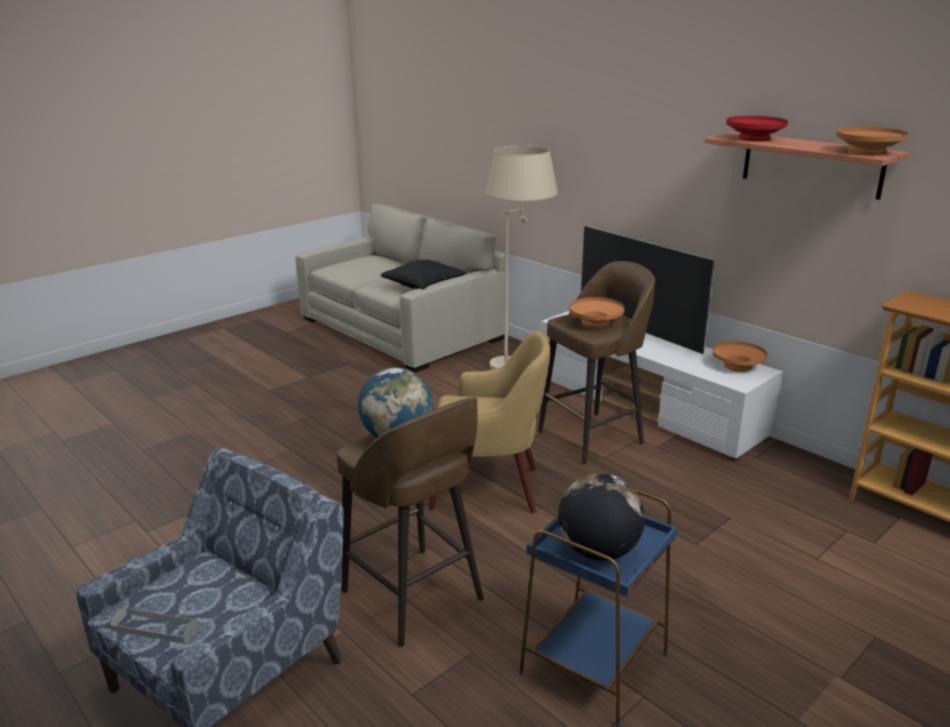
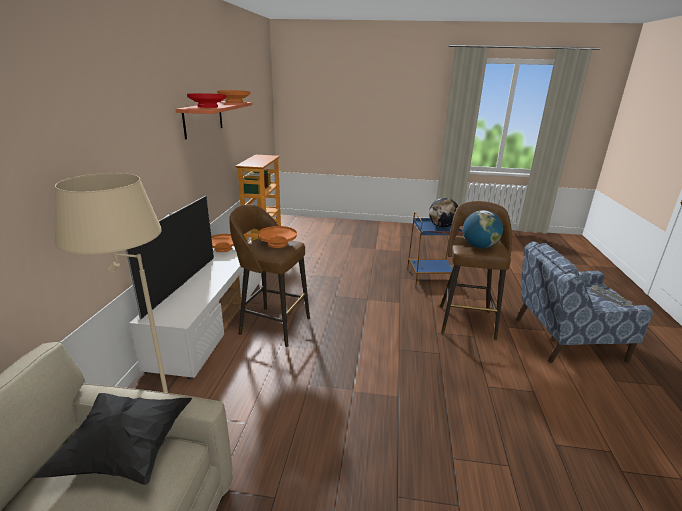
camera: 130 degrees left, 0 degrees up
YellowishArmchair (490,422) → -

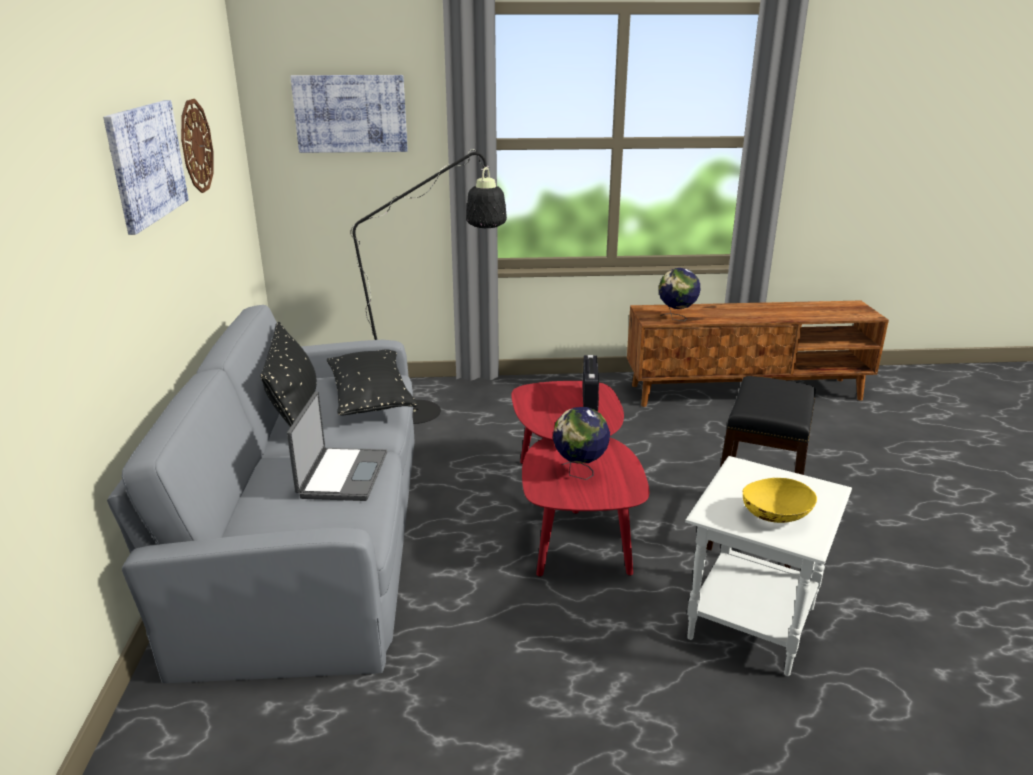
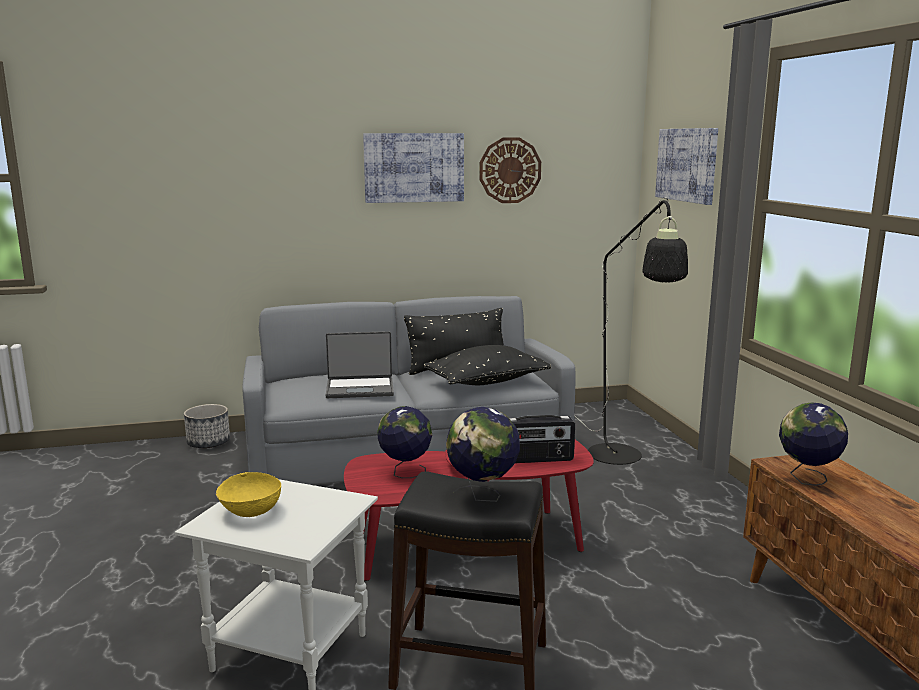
camera: 80 degrees right, 10 degrees down
- → PlantPot (207,426)
- → DeskGlobe (483,454)

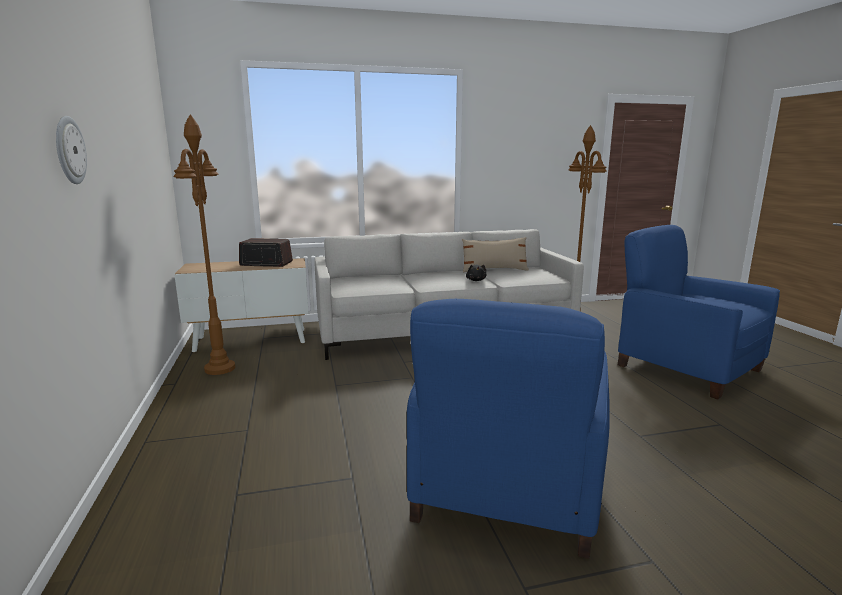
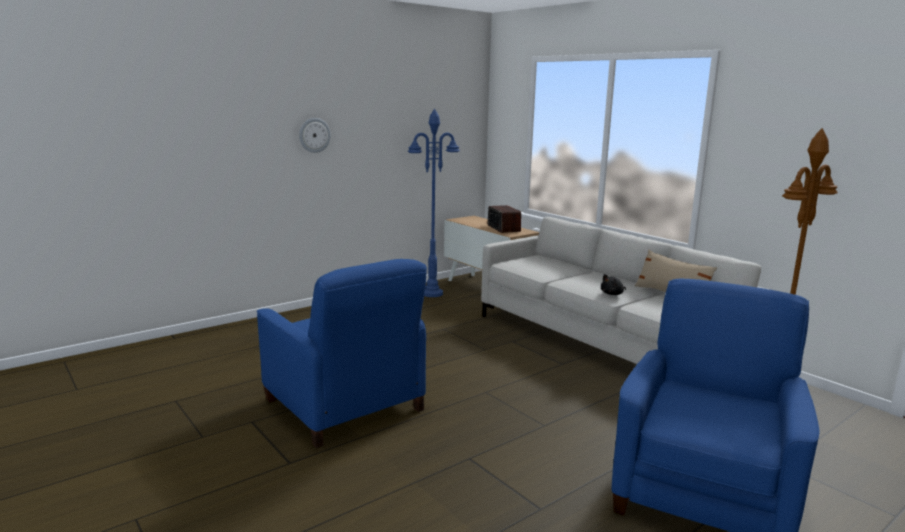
camera: 65 degrees right, 0 degrees up
BrownColouredStandingLamp (204,244) → BlueStandingLamp (434,203)
BlueArmchair (508,429) → BlueArmchair (342,353), 120 degrees counterclockwise

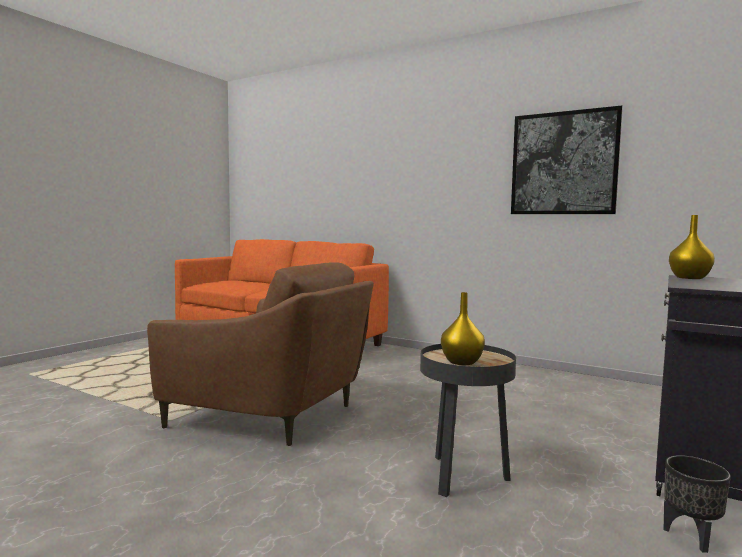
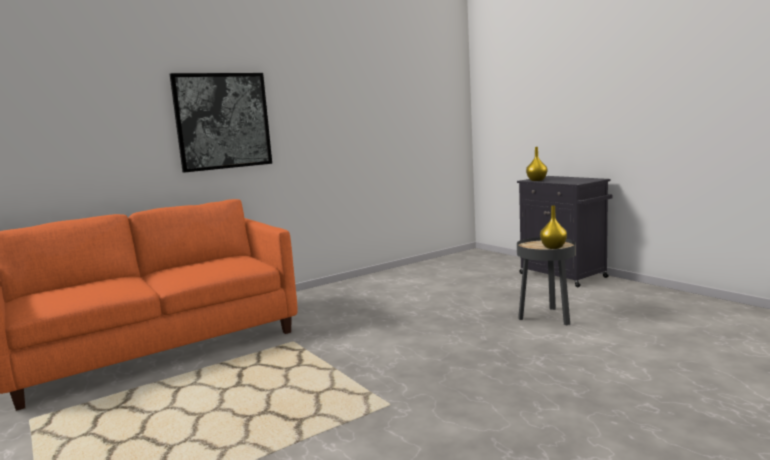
camera: 65 degrees left, 5 degrees up
BrownColouredArmchair (260,354) → -
Picture (567,159) → Picture (221,123), shifted
BlackColouredPlantPot (697,504) → -

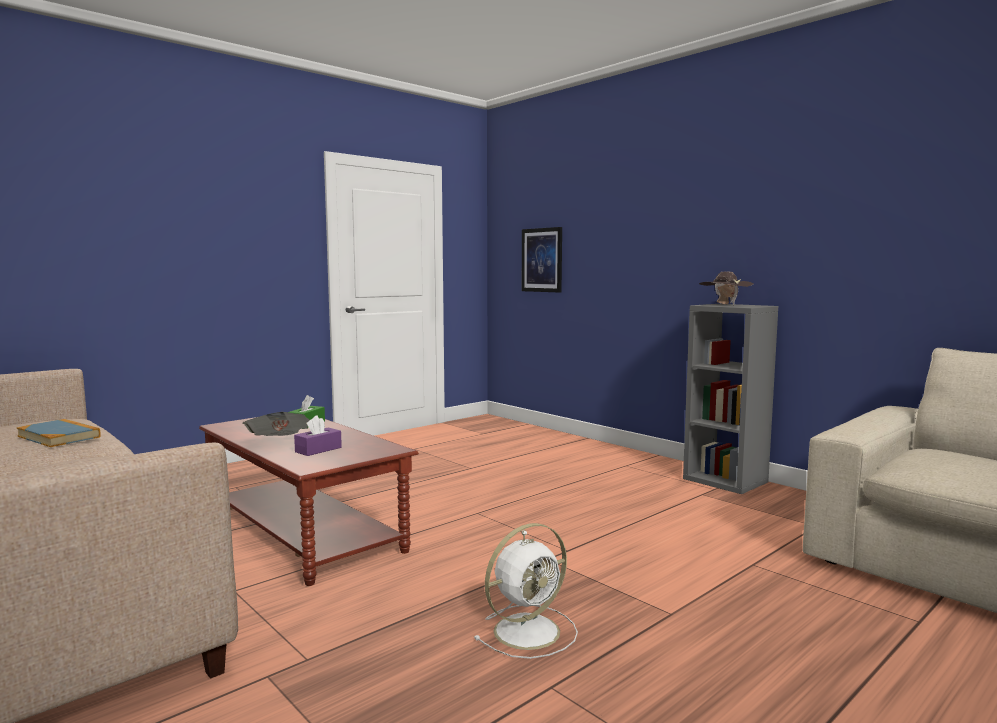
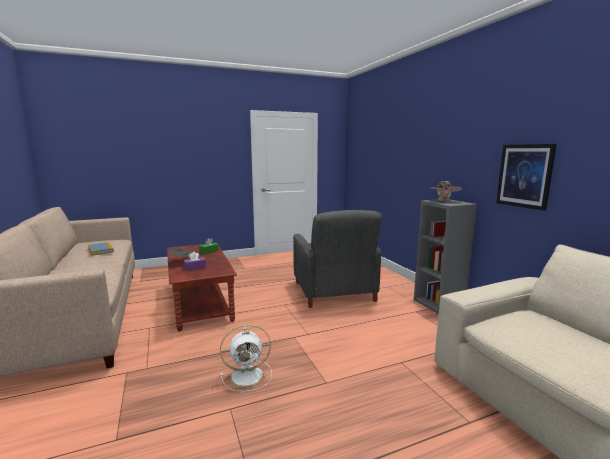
camera: 20 degrees right, 5 degrees up
Picture (542,260) → Picture (526,177), shifted
- → GrayArmchair (337,259)

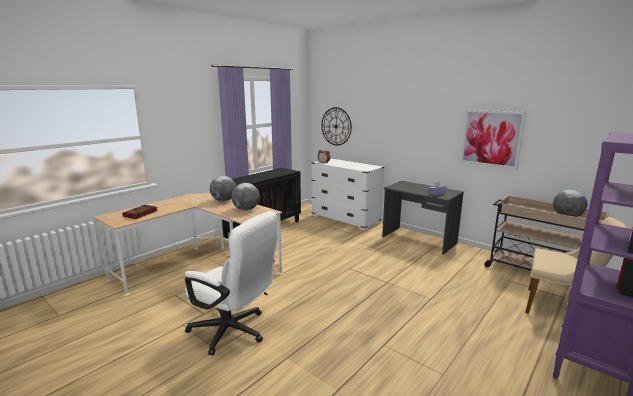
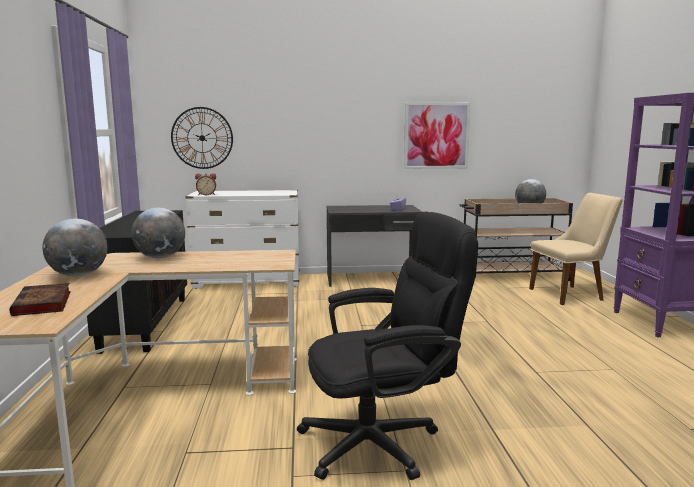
camera: 45 degrees left, 5 degrees down
WhitishOfficeChair (231,283) → BlackColouredOfficeChair (387,345)
DeskGlobe (245,197) → DeskGlobe (75,248), shifted

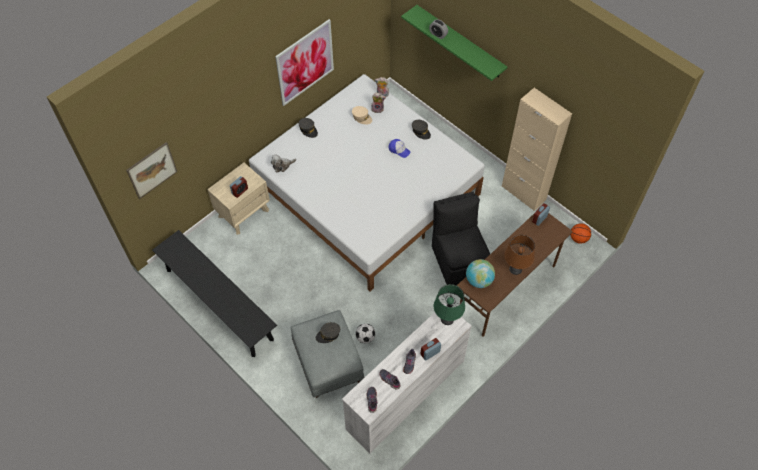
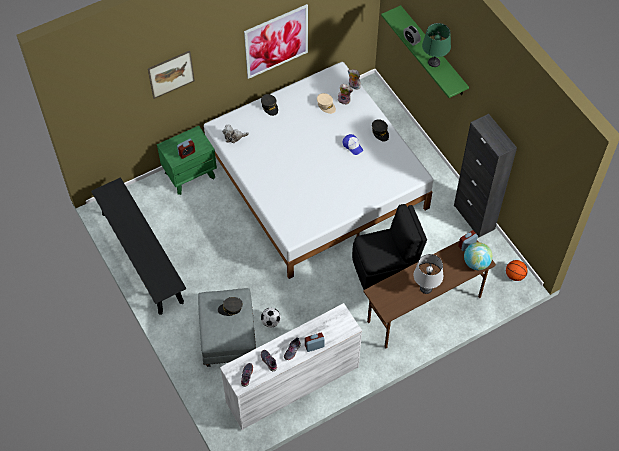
camera: 15 degrees right, 0 degrees up
Picture (151,170) → Picture (171,75), shifted
BeigeBedsideTable (238,199) → GreenBedsideTable (187,160)
BlackColouredUprightChair (461,239) → BlackColouredUprightChair (389,247), 75 degrees clockwise
GreenTabletopLamp (449,304) → GreenTabletopLamp (436,45), shifted
DeskGlobe (480,273) → DeskGlobe (478,256), shifted
BeigeCabinet (537,149) → BlackColouredCabinet (485,176)
BrownColouredTabletopLamp (519,254) → GrayTabletopLamp (428,274)

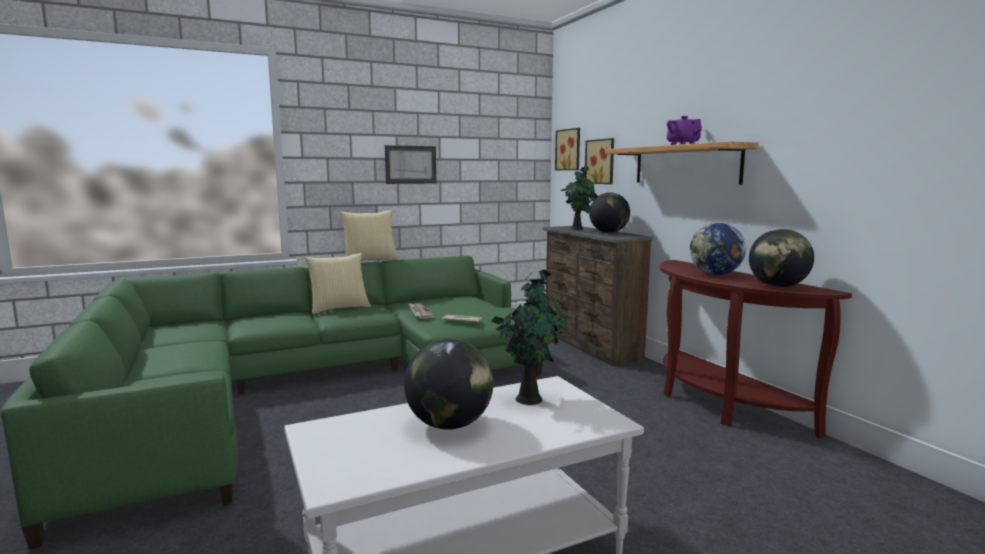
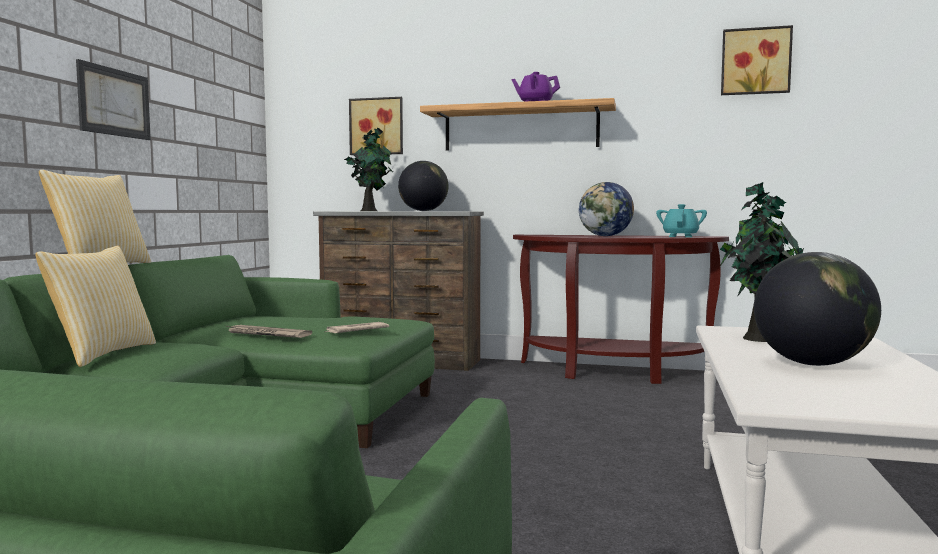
camera: 50 degrees left, 5 degrees down
Picture (567,149) → Picture (757,60), shifted
DeskGlobe (781,258) → TurquoiseTeaPot (681,220)

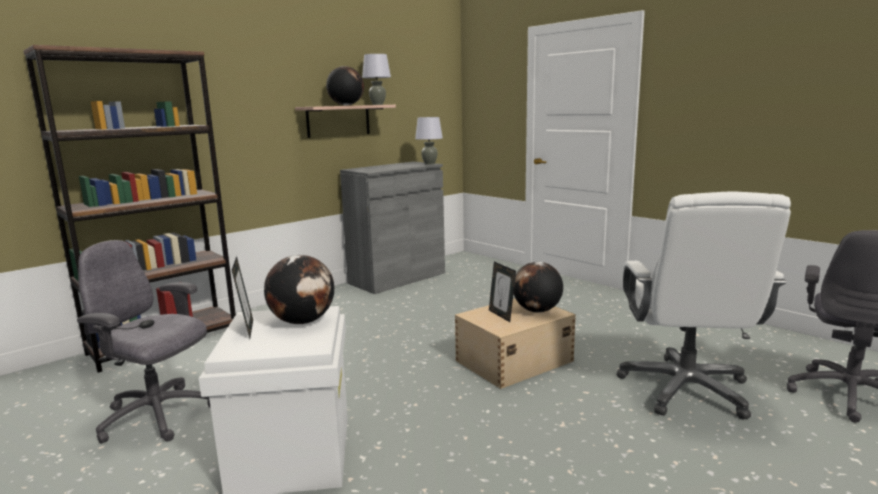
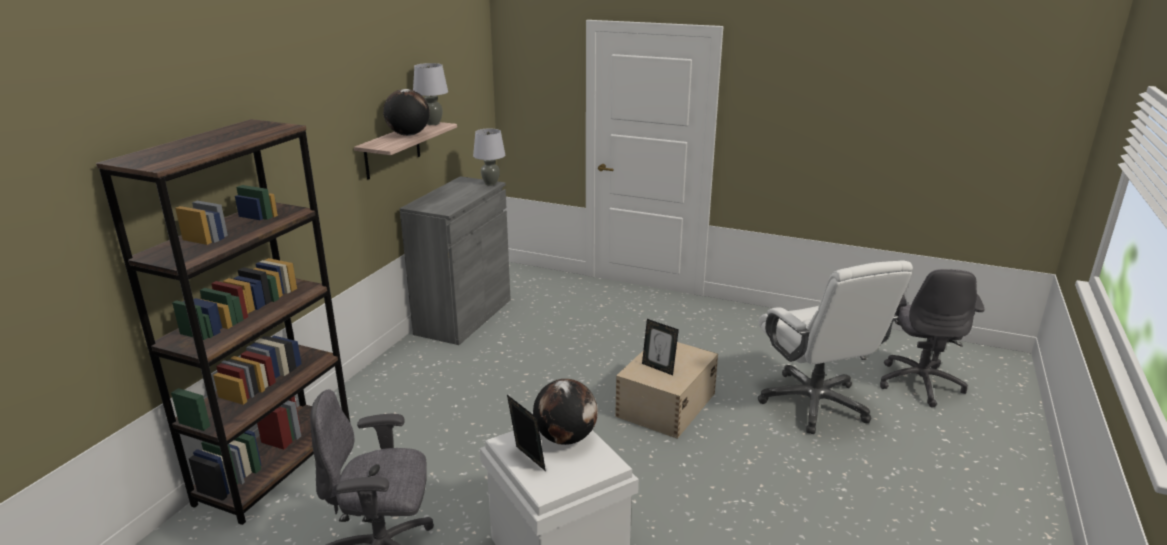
camera: 25 degrees left, 10 degrees up
DeskGlobe (538,287) → -

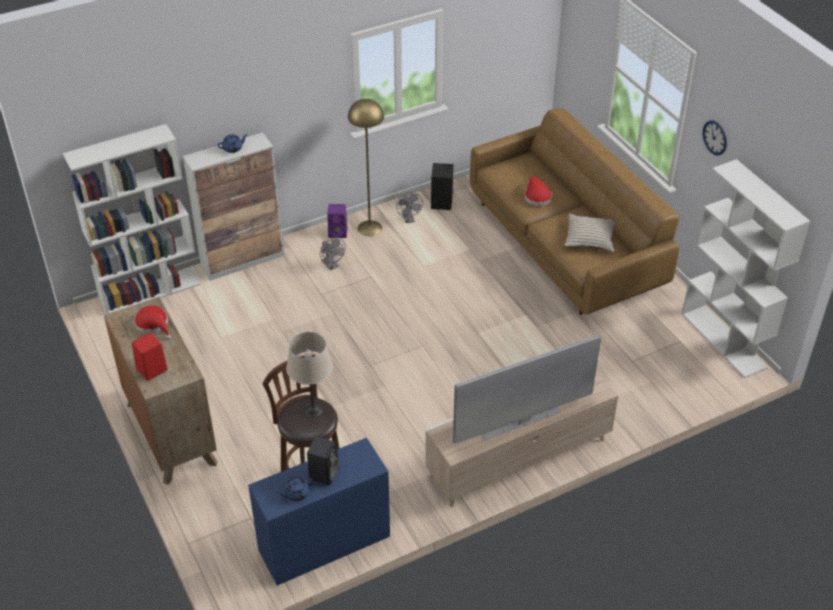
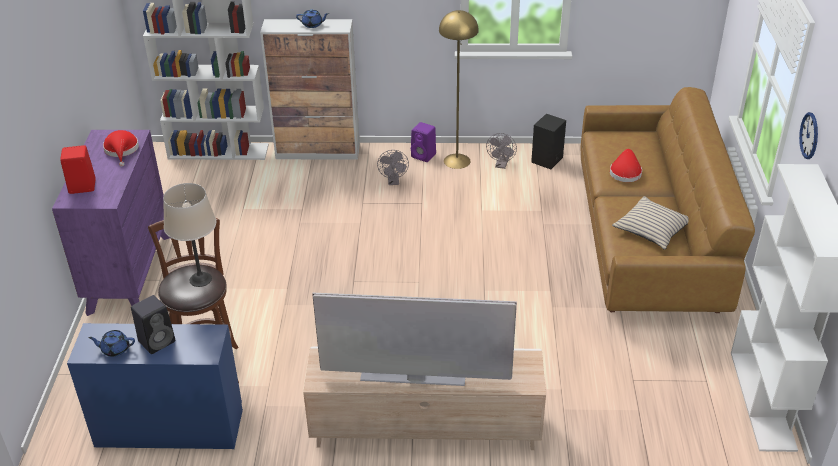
camera: 30 degrees right, 5 degrees down
BrownColouredDresser (161,391) → PurpleDresser (111,223)

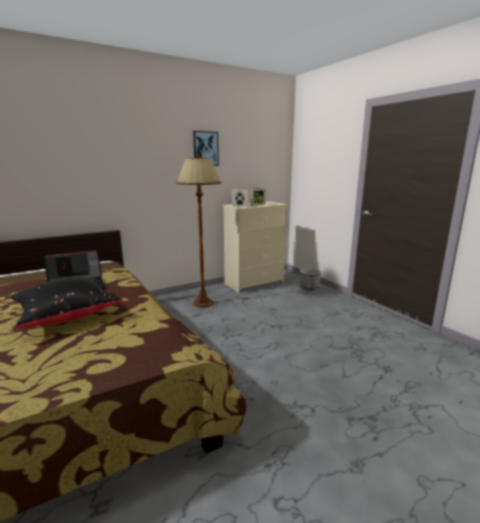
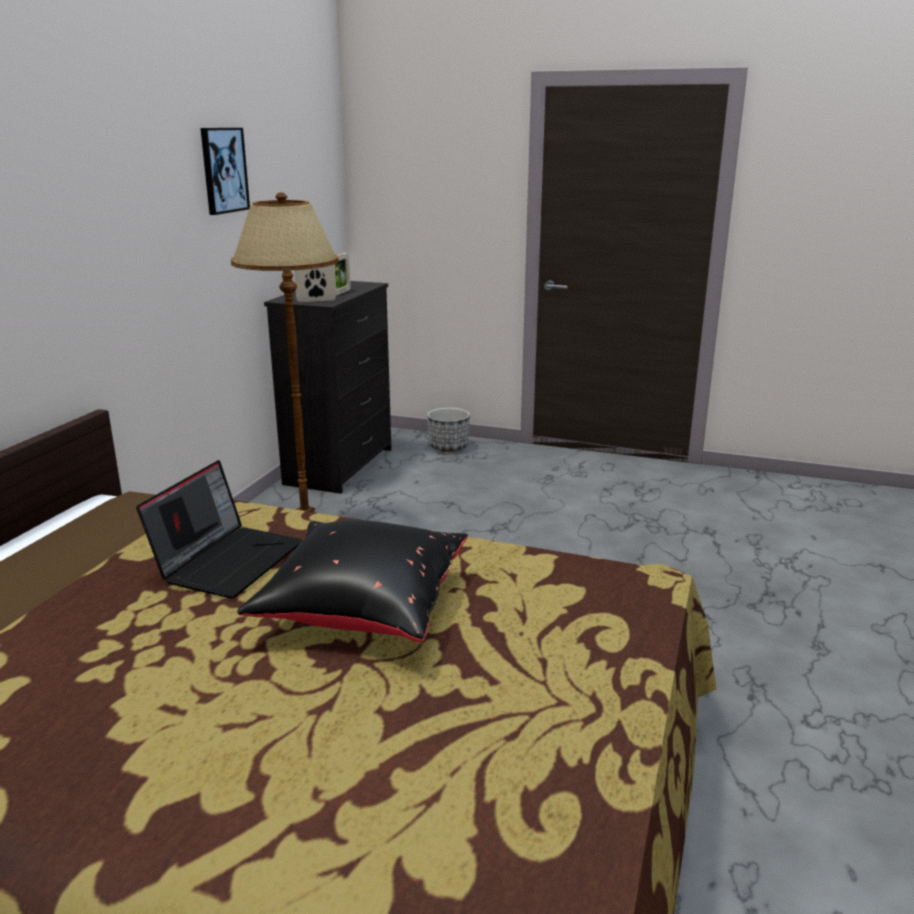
camera: 40 degrees left, 5 degrees up
BeigeDresser (255,247) → BlackColouredDresser (327,387)

